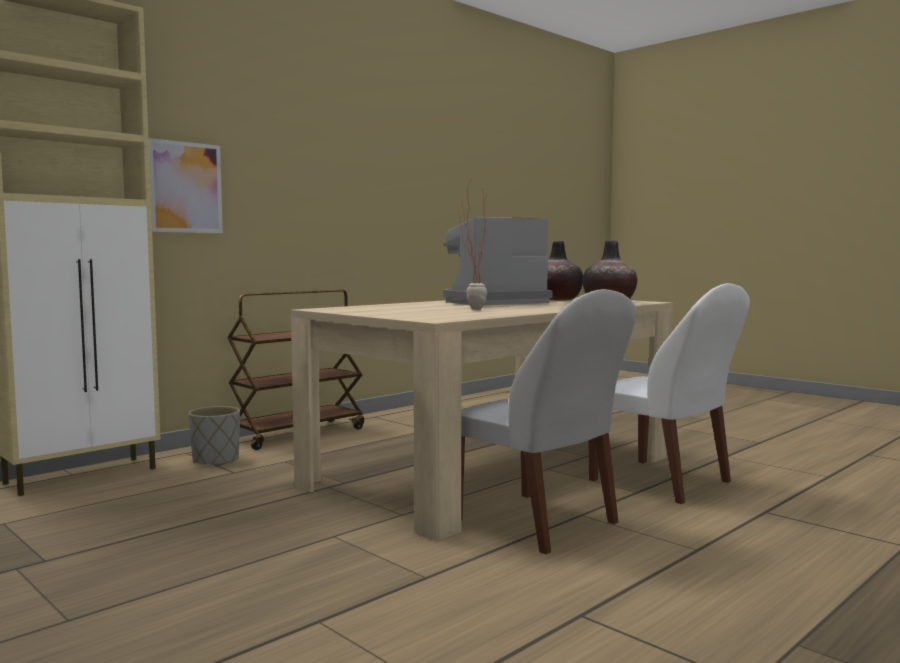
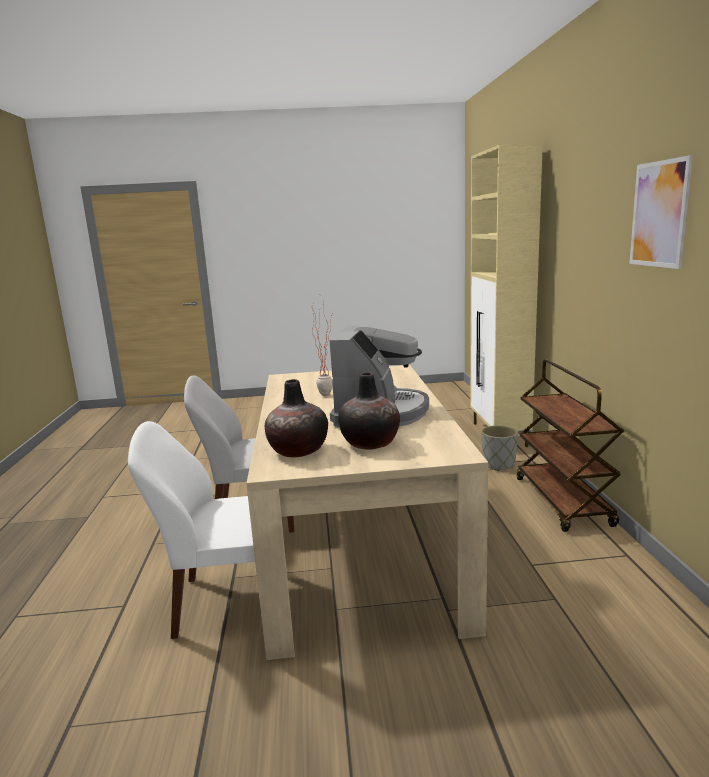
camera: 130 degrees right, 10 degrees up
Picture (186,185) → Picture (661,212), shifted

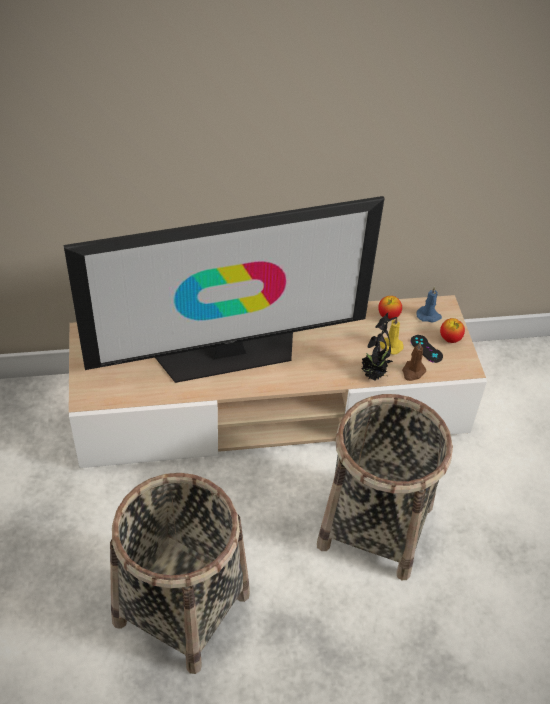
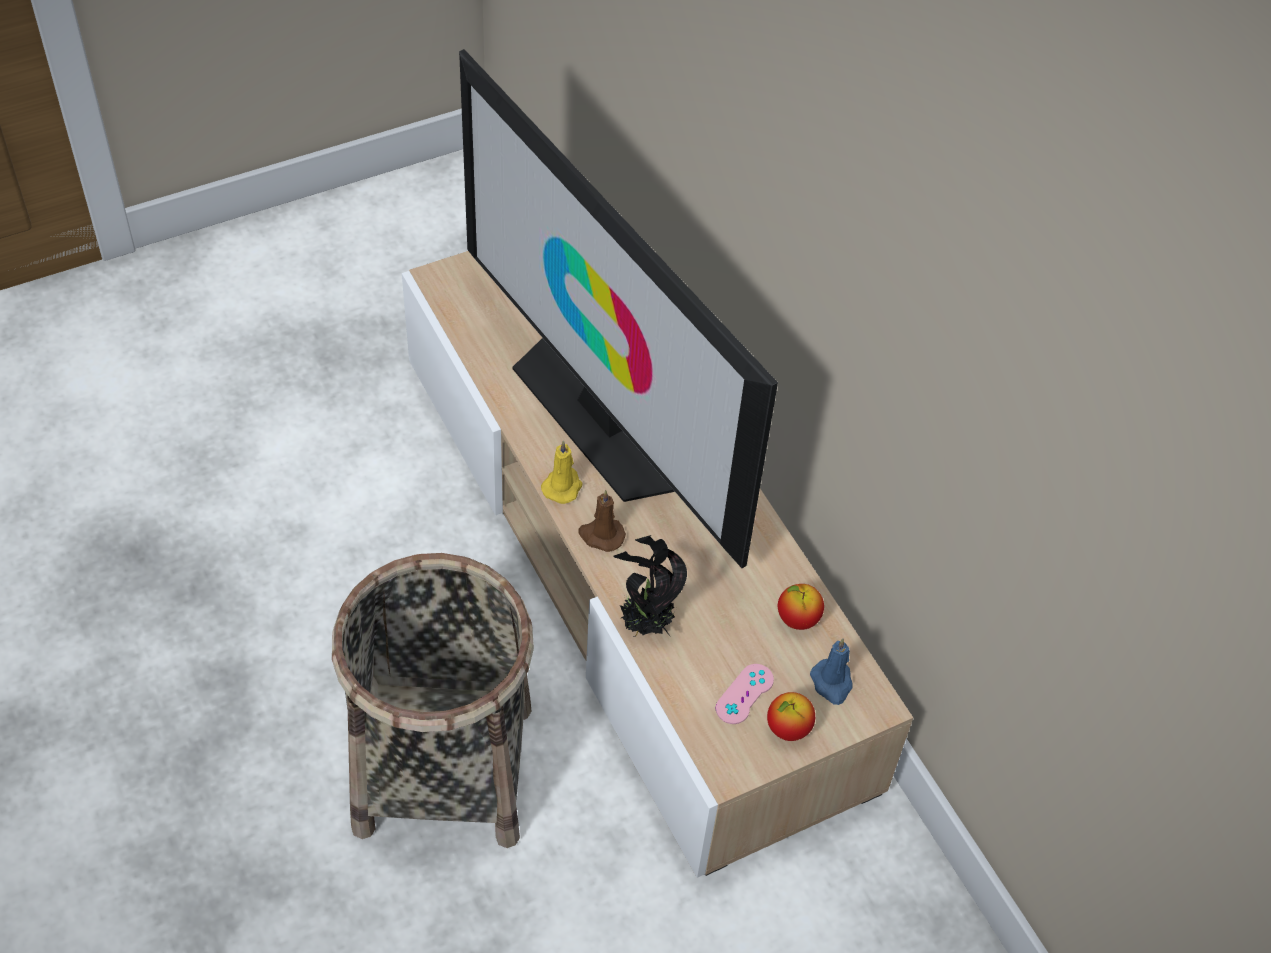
camera: 70 degrees right, 5 degrees up
HouseholdBasket (180,573) → -
YellowishWaxCandle (391,336) → YellowishWaxCandle (561,472), shifted
BrownColouredWaxCandle (414,361) → BrownColouredWaxCandle (602,521), shifted
BlackColouredGameController (426,349) → PinkColouredGameController (745,694)

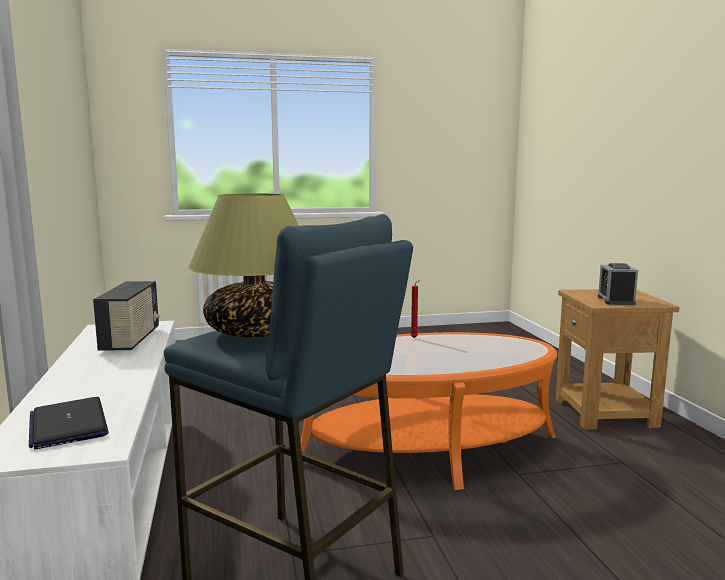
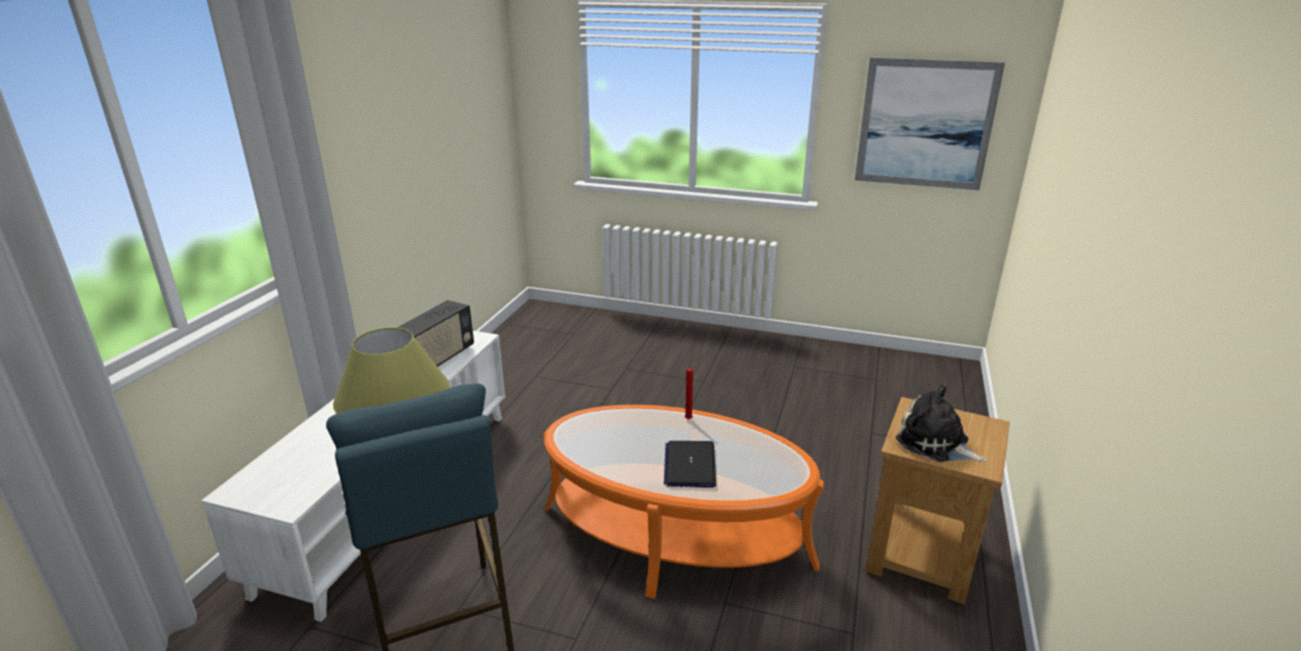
camera: 30 degrees right, 15 degrees up
NotebookComputer (69,423) → NotebookComputer (690,464), shifted
TableClock (618,284) → PlushToy (941,423)
- → Picture (930,123)

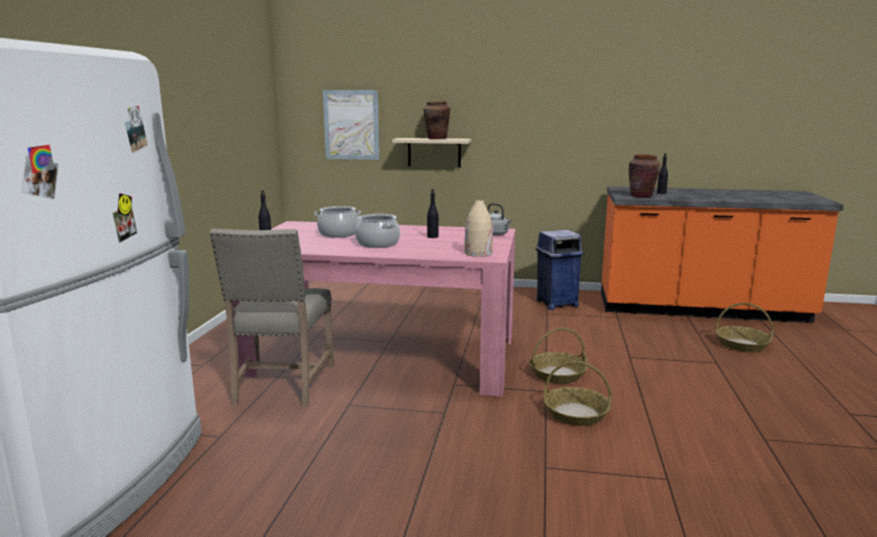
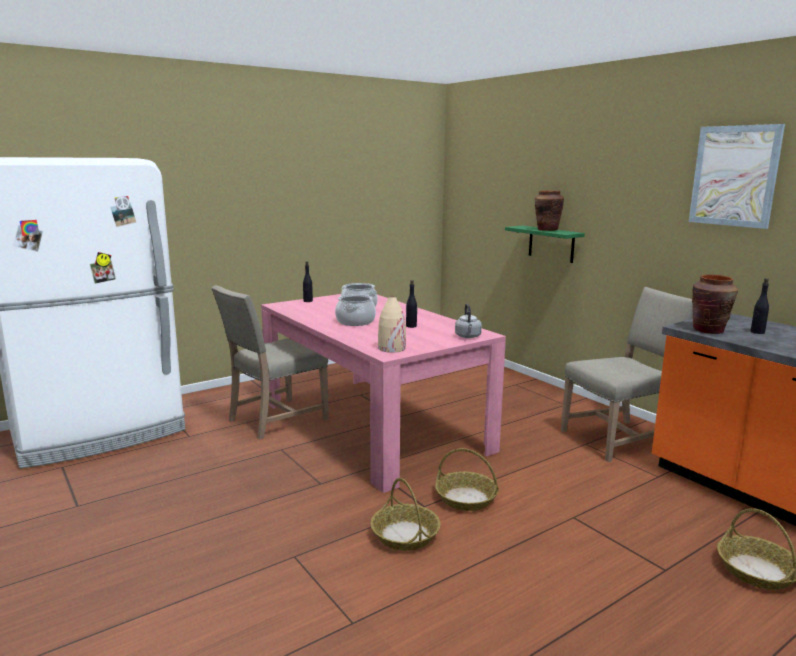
camera: 45 degrees right, 0 degrees up
Picture (351,125) → Picture (737,176), shifted
BeigeShelf (432,152) → GreenShelf (545,244)
BlueRubbishBin (559,270) → BeigeUprightChair (627,374)

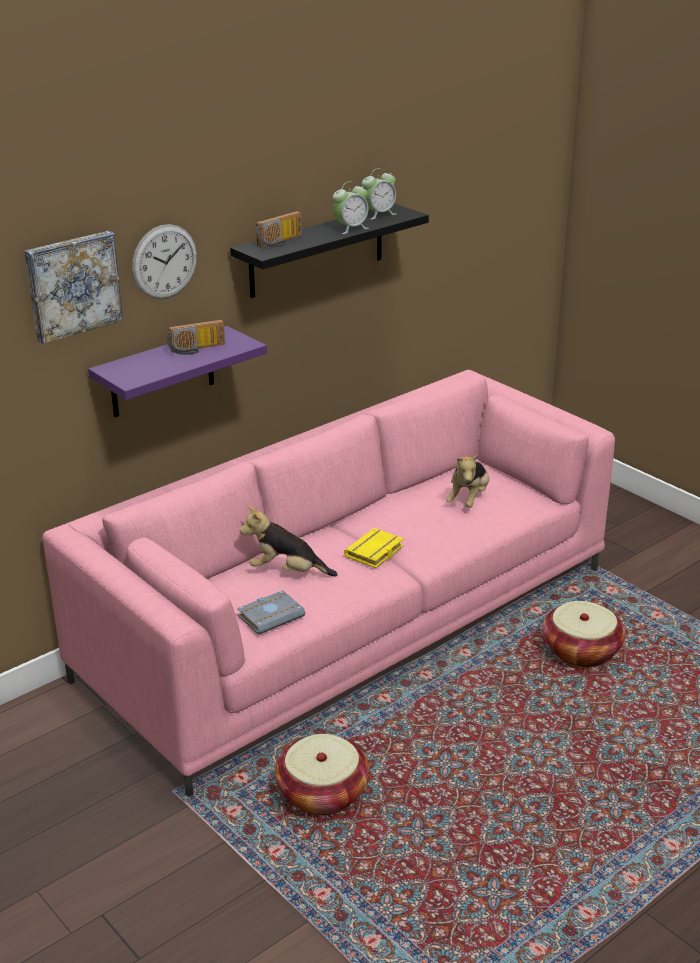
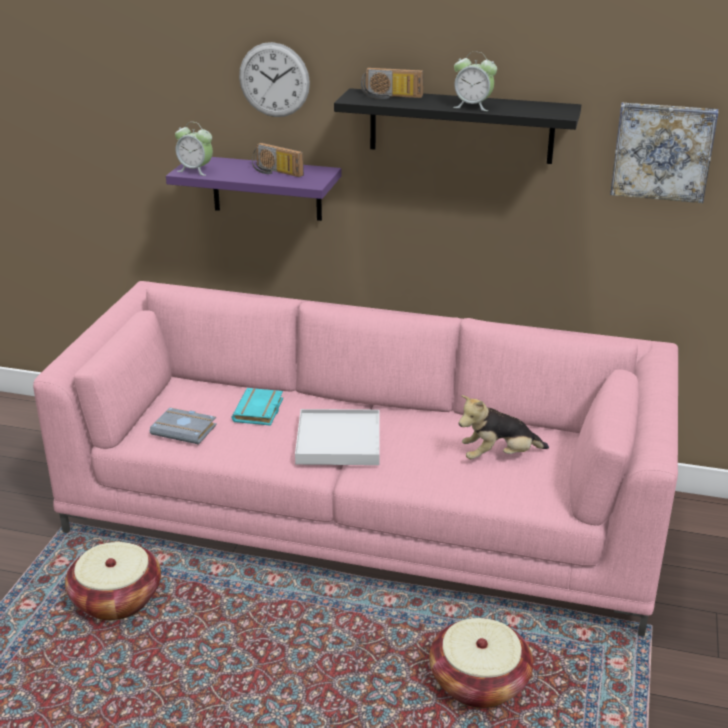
camera: 55 degrees right, 0 degrees up
Picture (74,287) → Picture (664,152), shifted
PlushToy (289,541) → TurquoiseBoundBook (257,407)
YellowishBoundBook (374,548) → WhitishServingTray (337,437)
TableClock (379,193) → TableClock (194,149), shifted

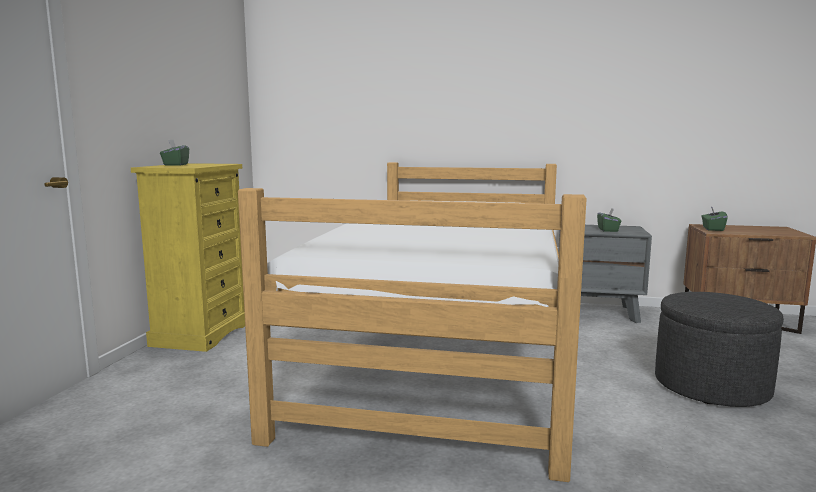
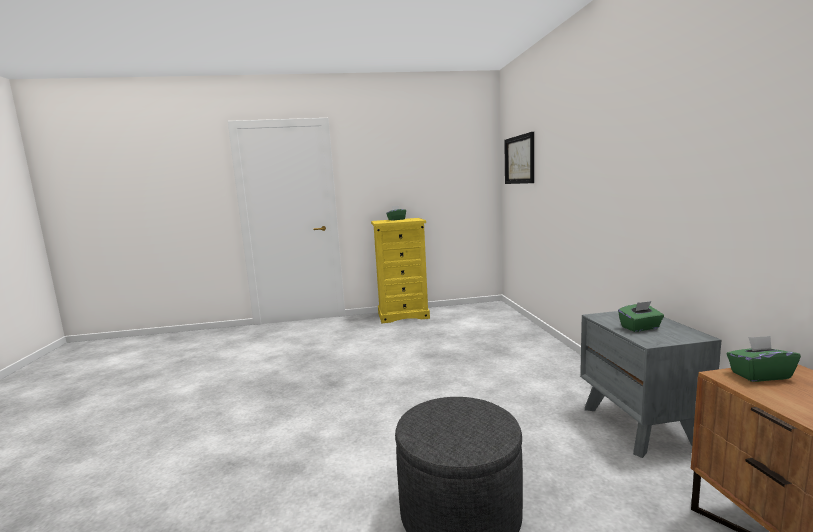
camera: 70 degrees right, 0 degrees up
BedroomBed (412,322) → -
- → Picture (519,158)

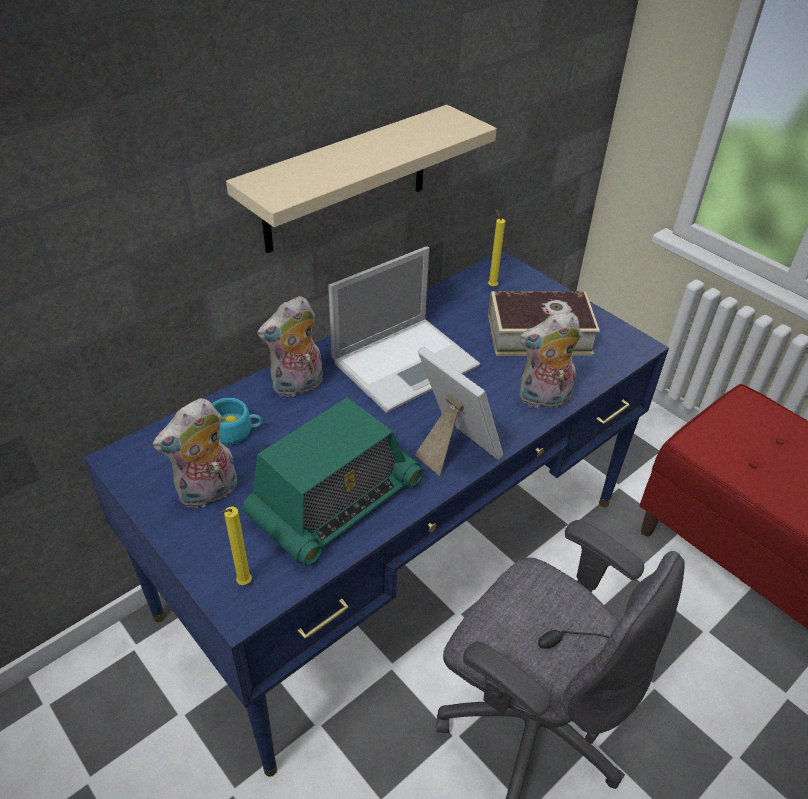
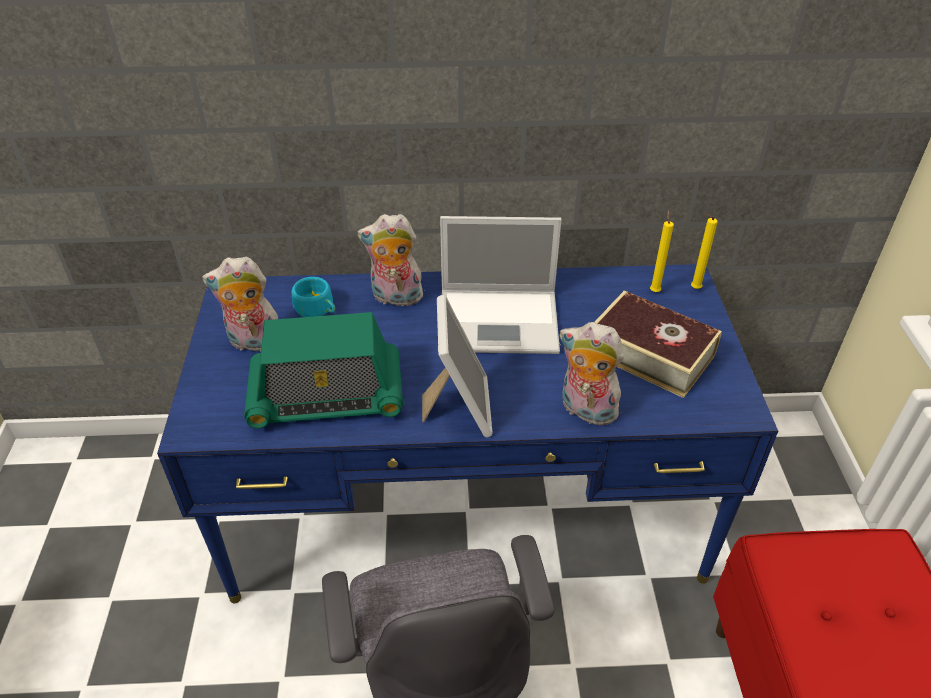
camera: 40 degrees right, 0 degrees up
YellowishWaxCandle (236,545) → YellowishWaxCandle (704,251), shifted
BeigeShelf (361,179) → -

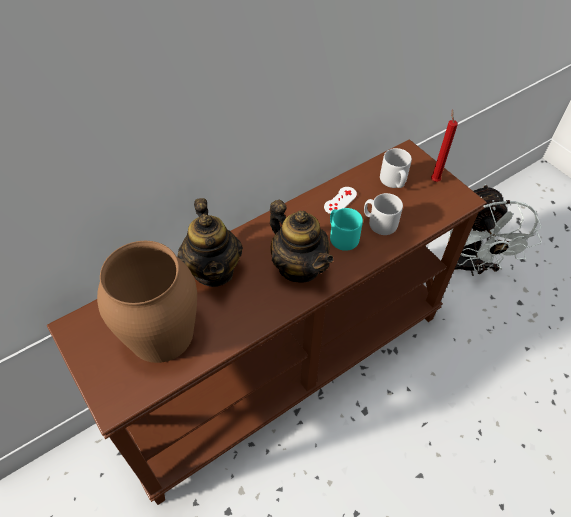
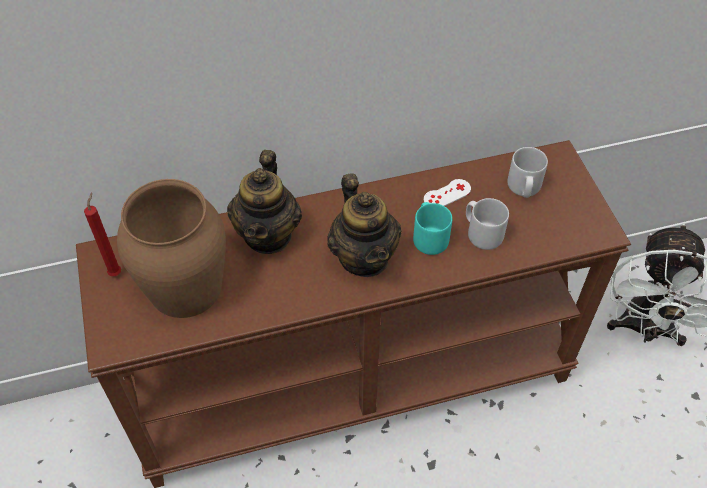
camera: 20 degrees right, 0 degrees up
RedColouredWaxCandle (444,145) → RedColouredWaxCandle (102,234), shifted

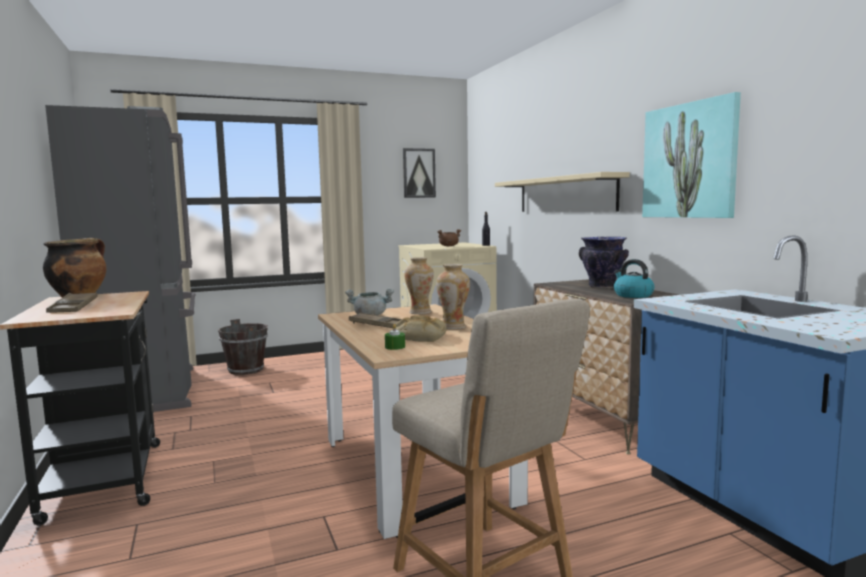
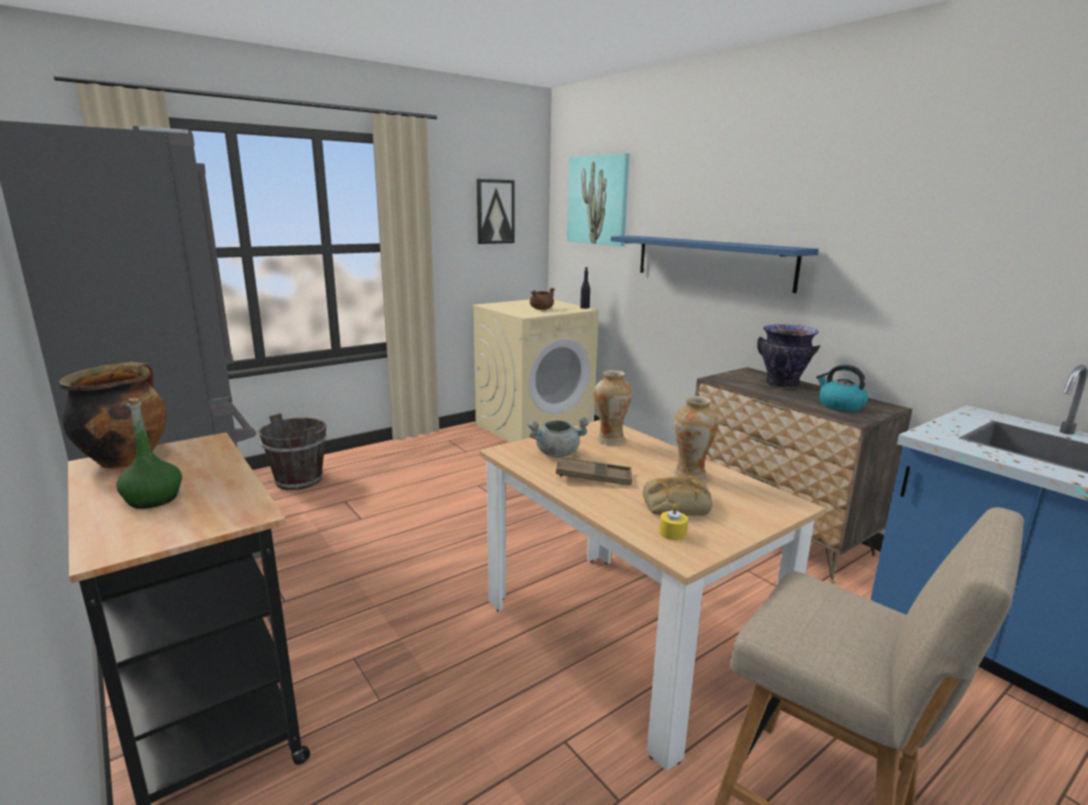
camera: 15 degrees left, 10 degrees up
BrownColouredServingTray (71,302) → GreenDrinkBottle (149,453)
GreenWaxCandle (395,336) → YellowishWaxCandle (673,522)
BeigeShelf (562,192) → BlueShelf (715,264)
Picture (691,155) → Picture (598,199), shifted

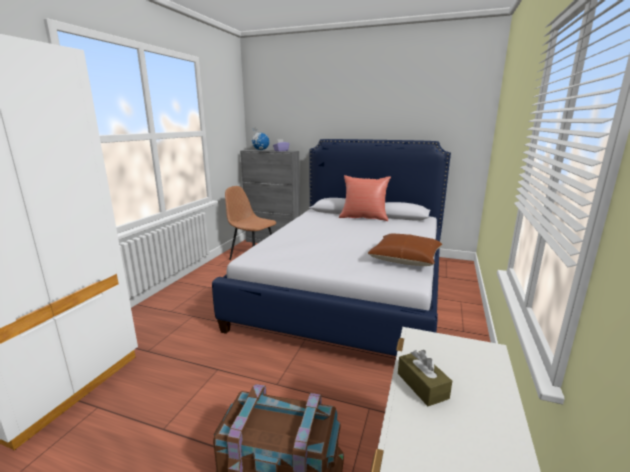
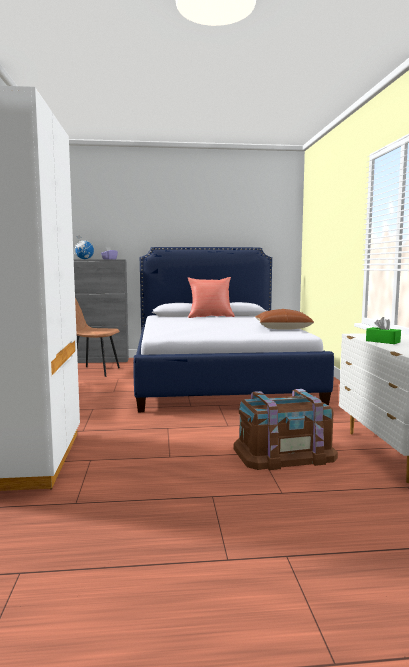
camera: 25 degrees left, 10 degrees down
BrownColouredTissueHolder (425,378) → GreenTissueHolder (383,330)

